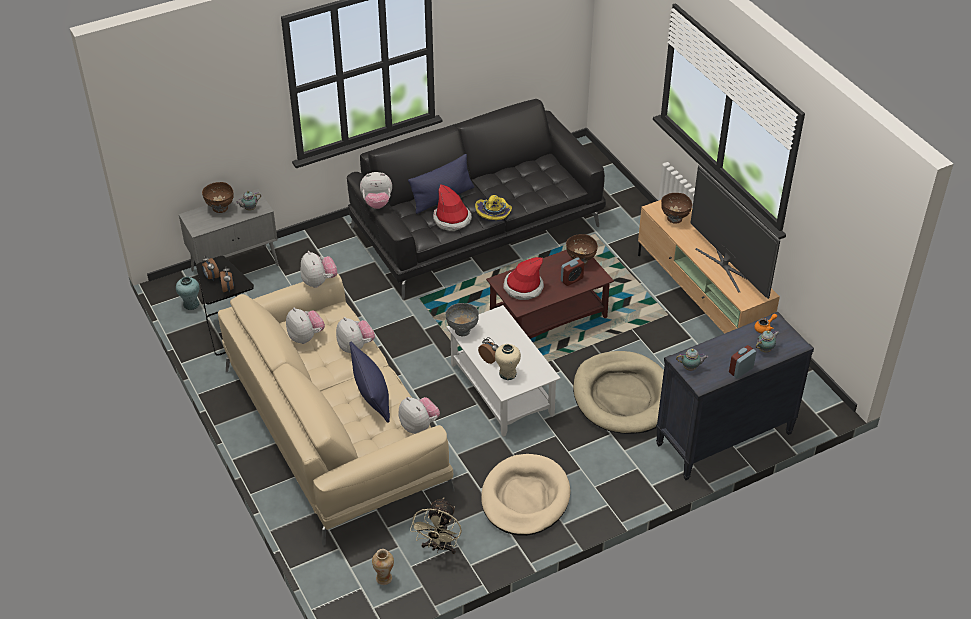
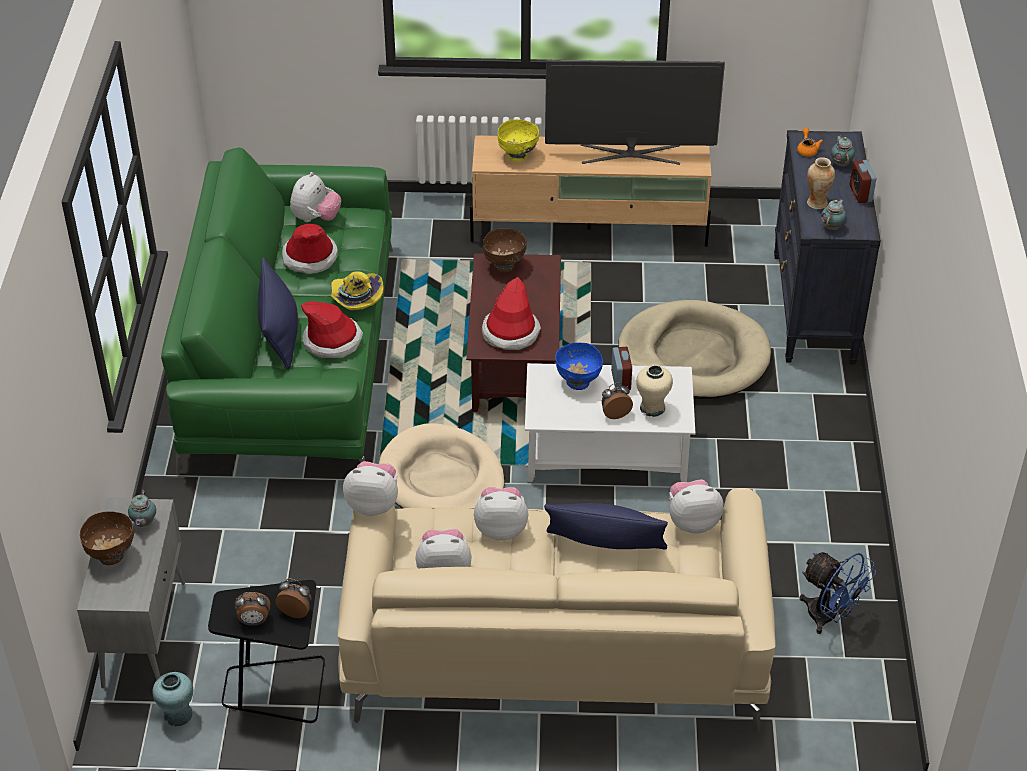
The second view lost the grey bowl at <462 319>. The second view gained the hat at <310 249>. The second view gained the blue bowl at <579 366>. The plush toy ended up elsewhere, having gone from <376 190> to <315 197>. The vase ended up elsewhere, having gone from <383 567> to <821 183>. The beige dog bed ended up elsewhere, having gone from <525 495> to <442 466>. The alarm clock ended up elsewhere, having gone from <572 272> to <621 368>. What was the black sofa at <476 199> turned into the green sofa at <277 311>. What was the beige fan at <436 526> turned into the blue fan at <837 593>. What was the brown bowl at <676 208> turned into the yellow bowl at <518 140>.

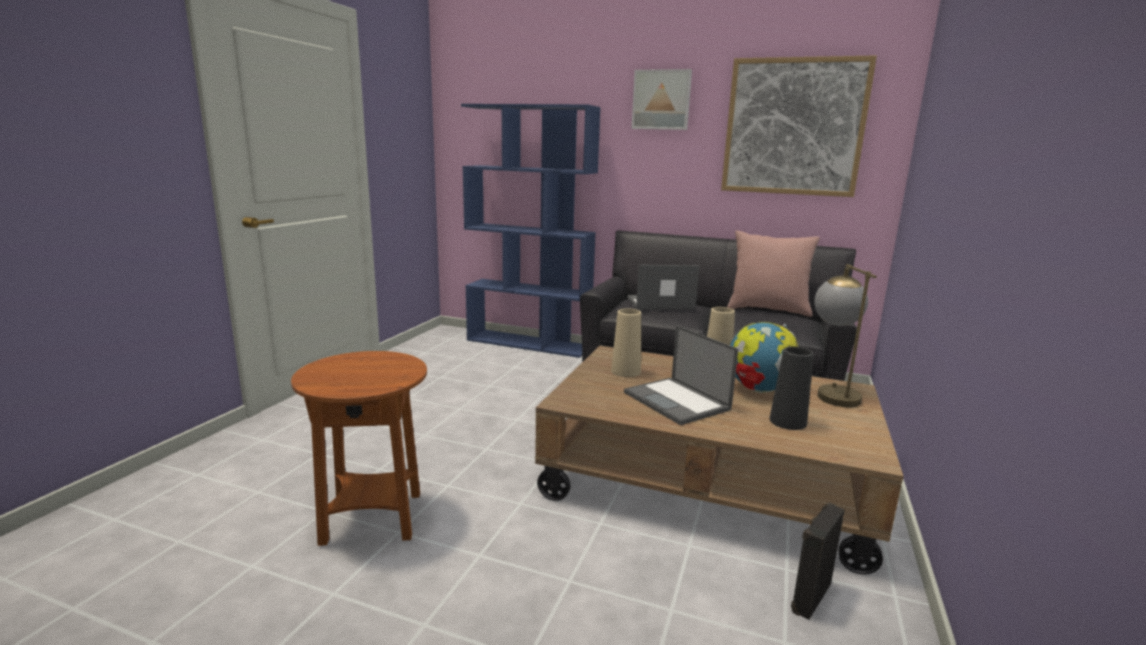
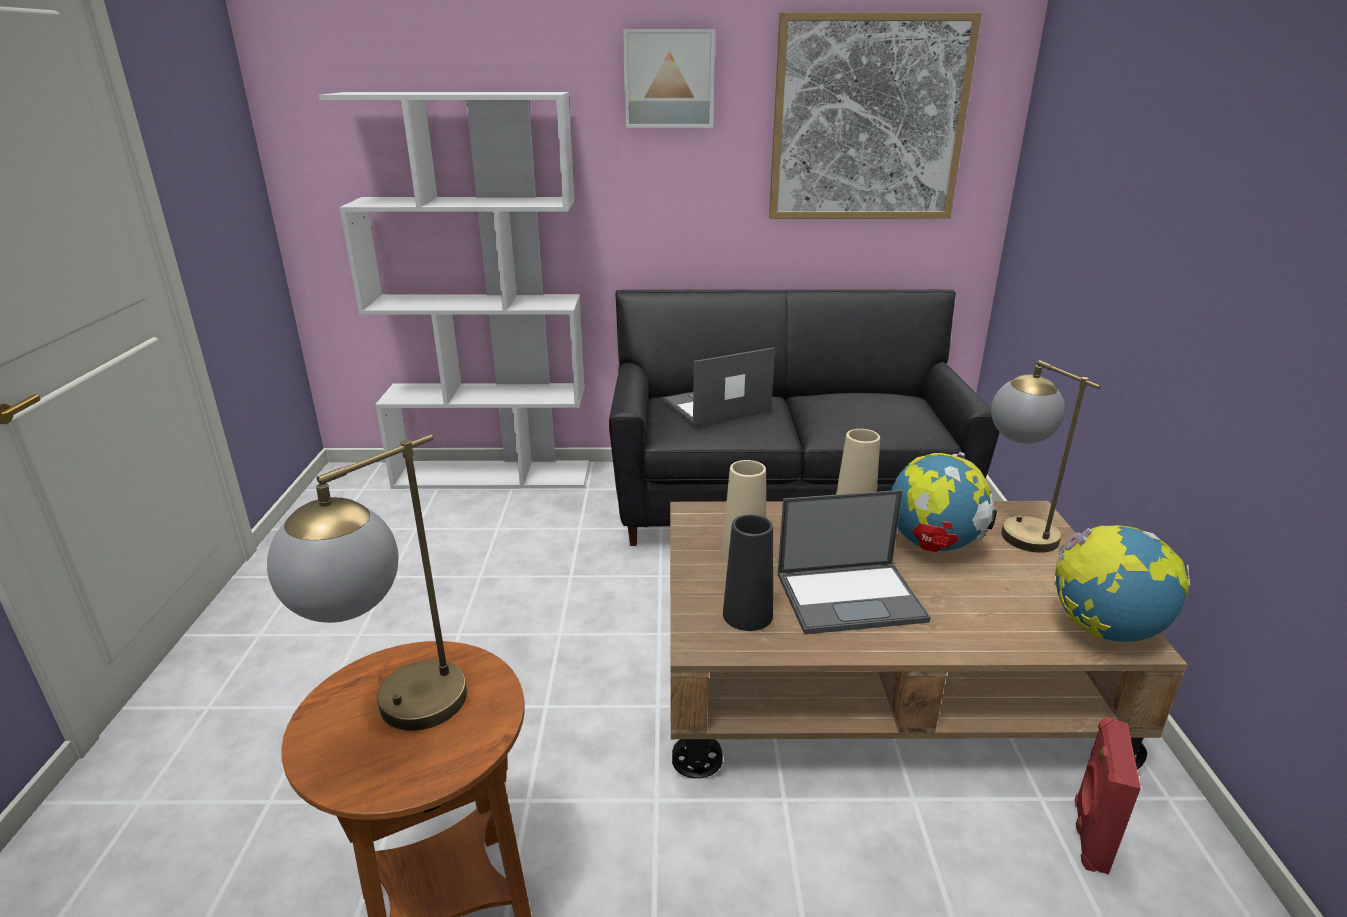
The second view lost the pink pillow at <773 274>. The second view gained the table lamp at <367 582>. The second view gained the globe at <1122 583>. The black vase ended up elsewhere, having gone from <792 388> to <748 572>. What was the blue bookcase at <531 231> turned into the white bookcase at <454 290>. What was the black speaker at <818 561> turned into the red speaker at <1108 795>. The laptop at <681 375> ended up facing another way, 45 degrees counterclockwise from before.

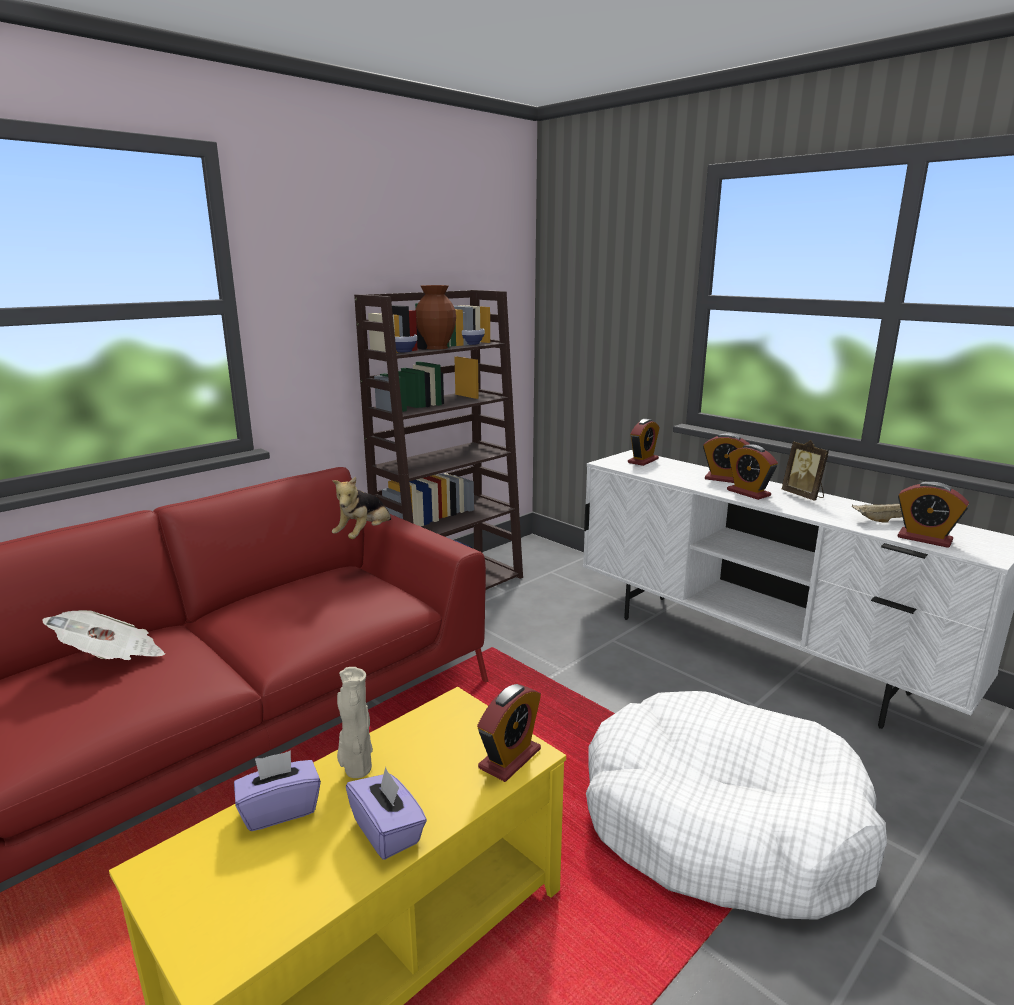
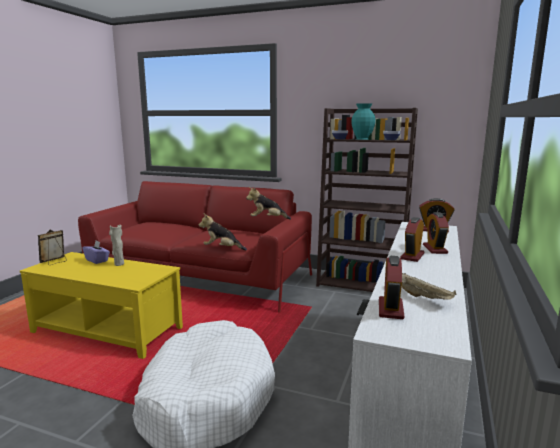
The second view lost the newspaper at <104 635>. The second view lost the purple tissue box at <386 813>. The second view lost the alarm clock at <509 733>. The second view gained the plush toy at <223 231>. The picture frame ended up elsewhere, having gone from <805 470> to <52 247>. What was the brown vase at <435 317> turned into the turquoise vase at <363 121>.

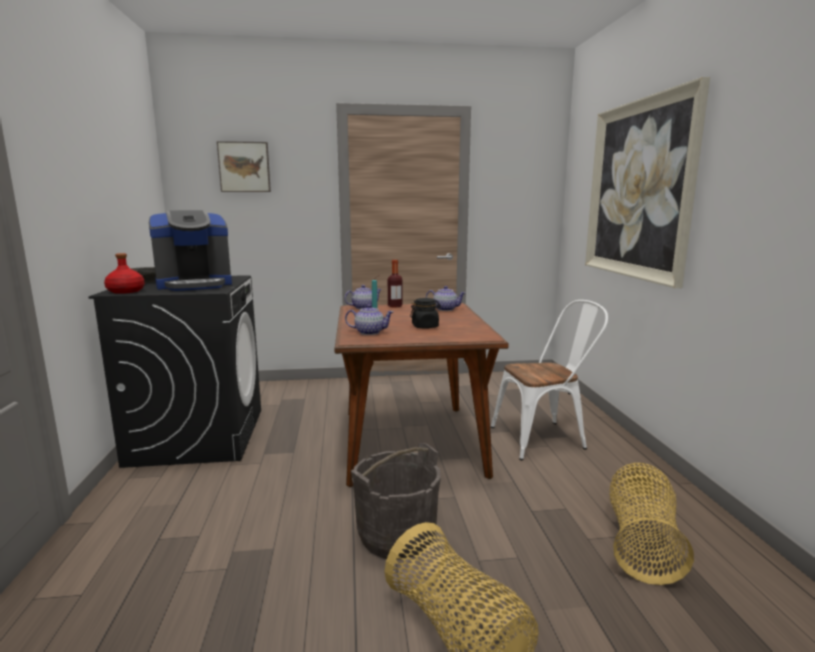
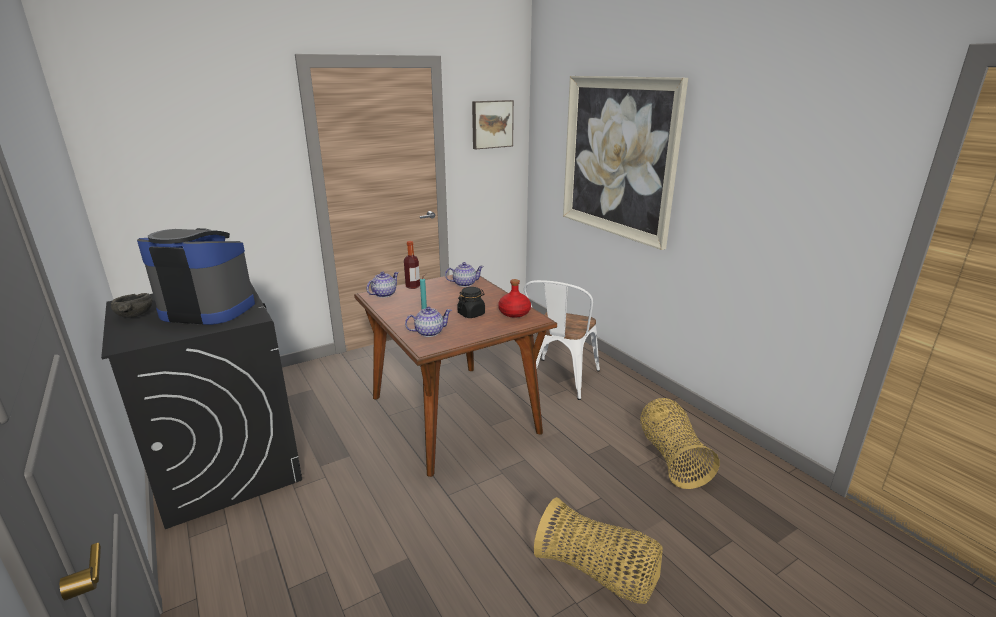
The second view lost the grey bucket at <395 501>. The red bottle ended up elsewhere, having gone from <124 273> to <514 298>. The picture ended up elsewhere, having gone from <244 166> to <493 124>. The coffee machine at <190 250> ended up facing another way, 120 degrees counterclockwise from before. The white chair at <549 380> ended up facing another way, 150 degrees clockwise from before.

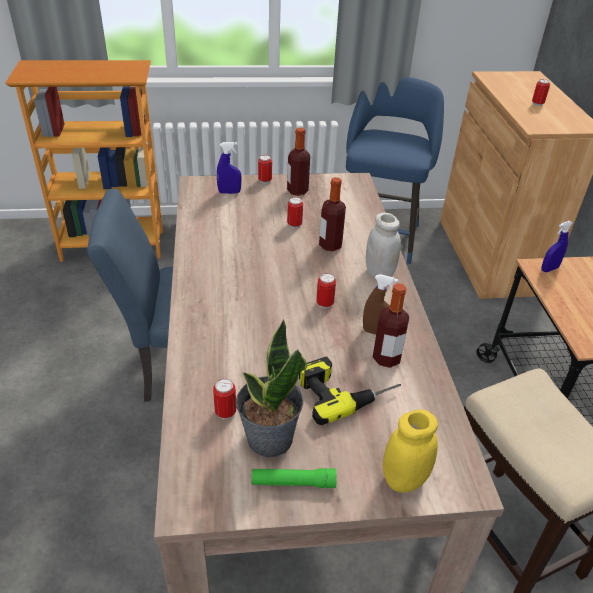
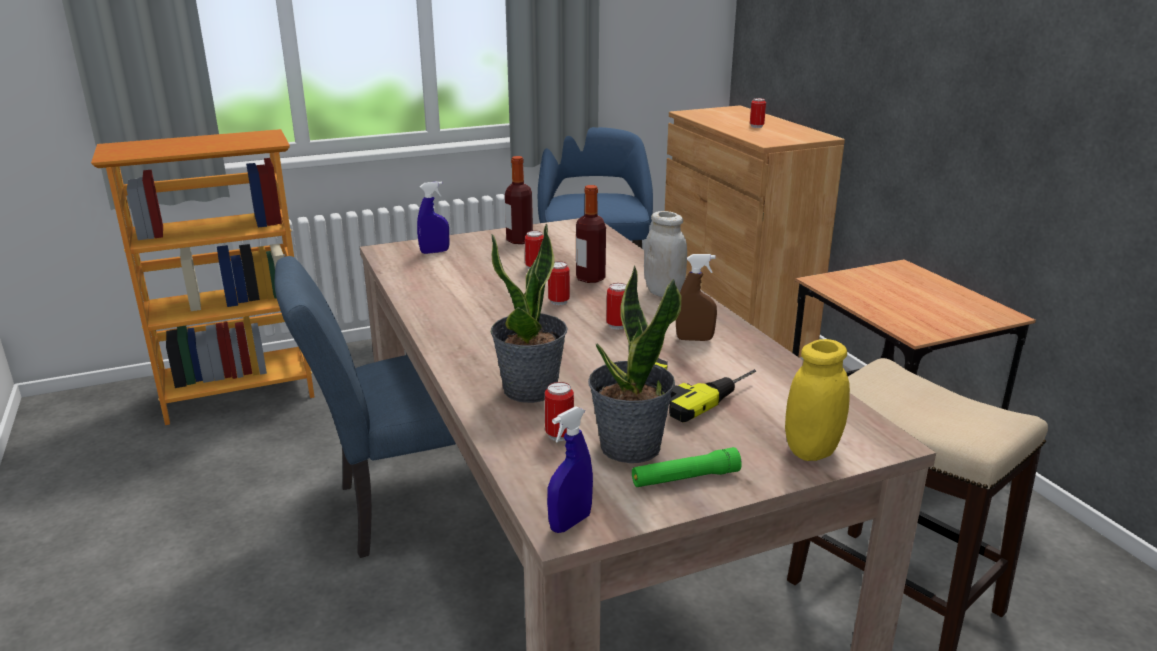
The second view lost the bottle at <391 325>. The second view gained the potted plant at <529 313>. The can ended up elsewhere, having gone from <265 169> to <559 283>. The blue spray bottle ended up elsewhere, having gone from <557 246> to <570 469>.

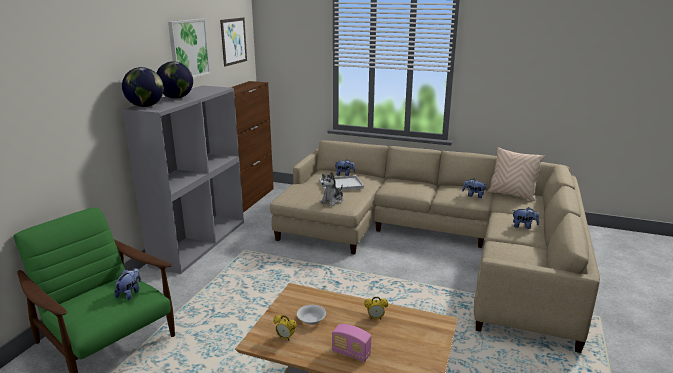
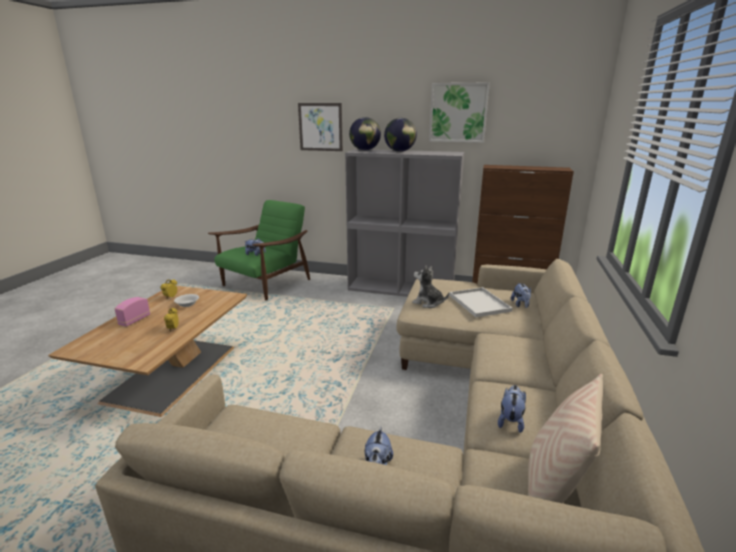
The picture ended up elsewhere, having gone from <233 42> to <320 127>.

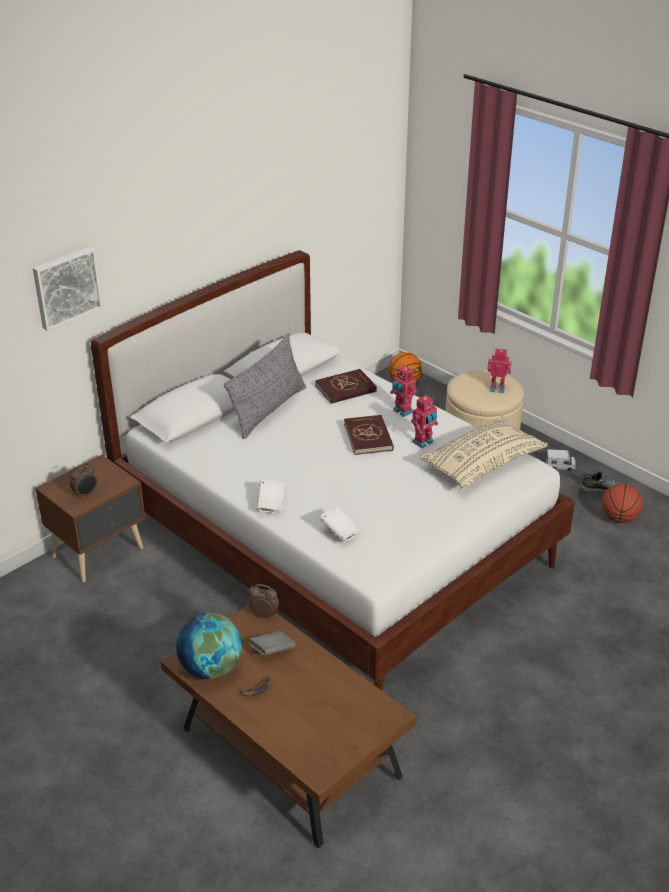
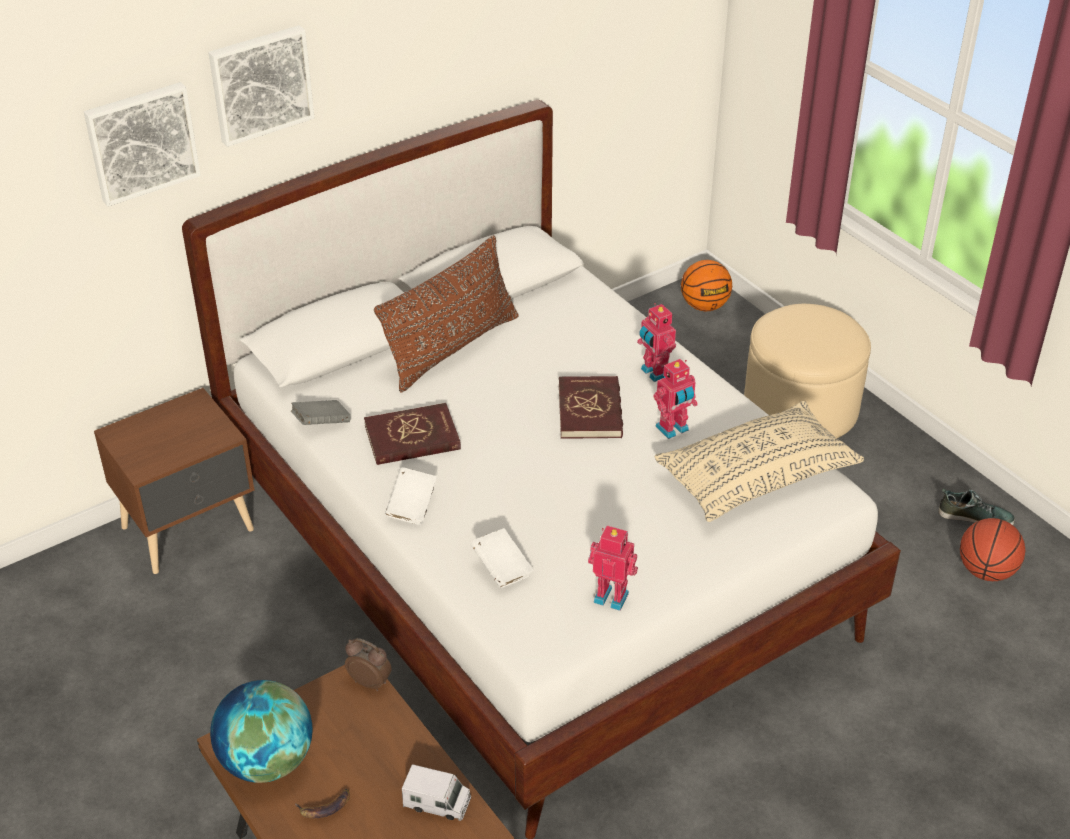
The second view lost the alarm clock at <83 481>. The second view gained the picture at <261 86>. The grey book ended up elsewhere, having gone from <272 643> to <321 412>. The red book ended up elsewhere, having gone from <346 386> to <412 434>. The toy robot ended up elsewhere, having gone from <499 370> to <613 568>. The toy truck ended up elsewhere, having gone from <561 460> to <436 792>. What was the grey pillow at <265 387> turned into the brown pillow at <446 314>.

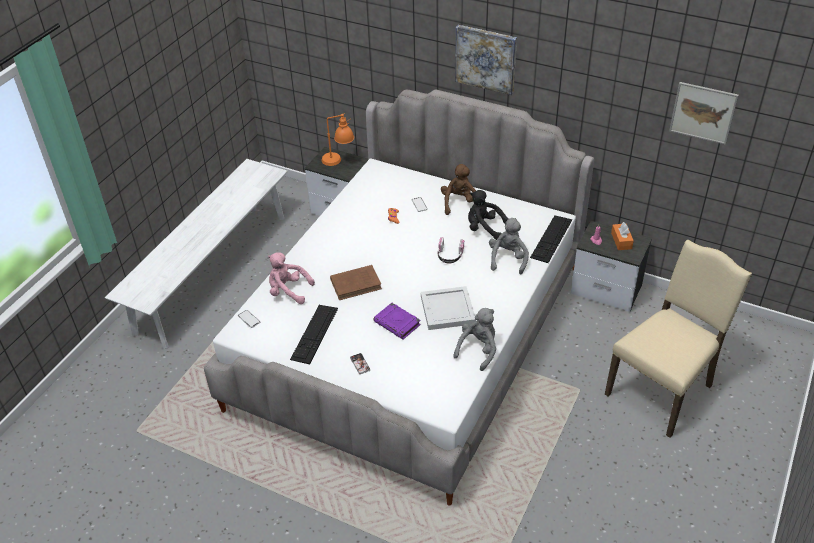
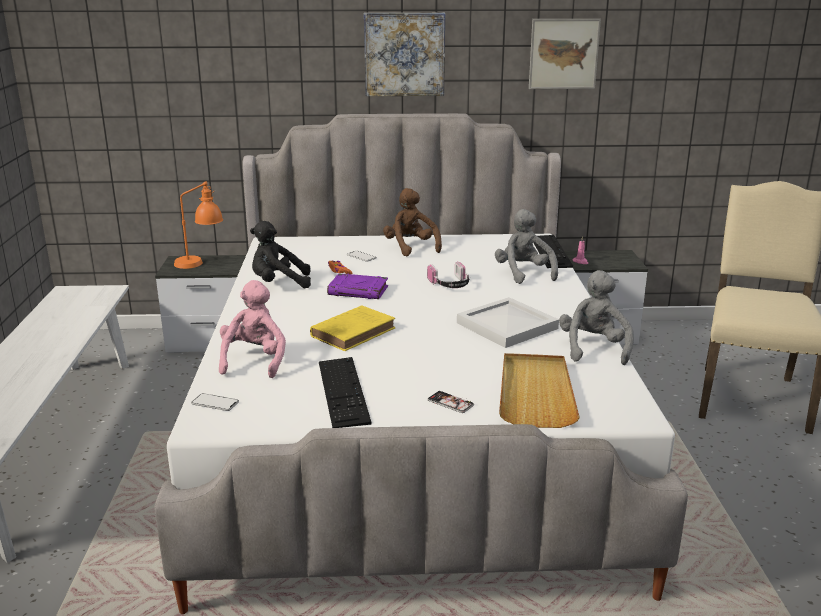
The second view lost the orange tissue box at <622 236>. The second view gained the beige tray at <539 390>. The purple book ended up elsewhere, having gone from <397 321> to <357 286>. The black plush toy ended up elsewhere, having gone from <488 215> to <280 254>. The picture ended up elsewhere, having gone from <704 113> to <565 54>. What was the brown book at <356 282> turned into the yellow book at <352 328>. The pink plush toy at <291 278> ended up facing another way, 105 degrees clockwise from before.

